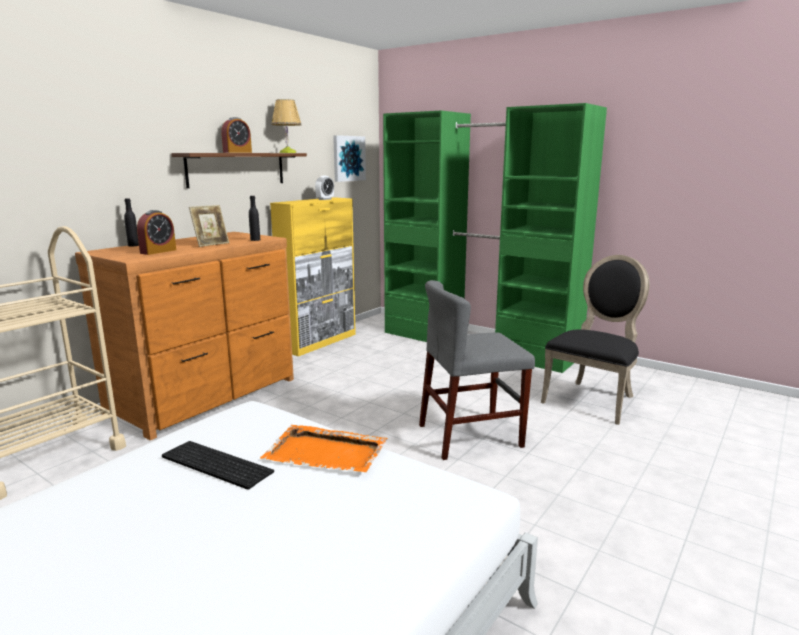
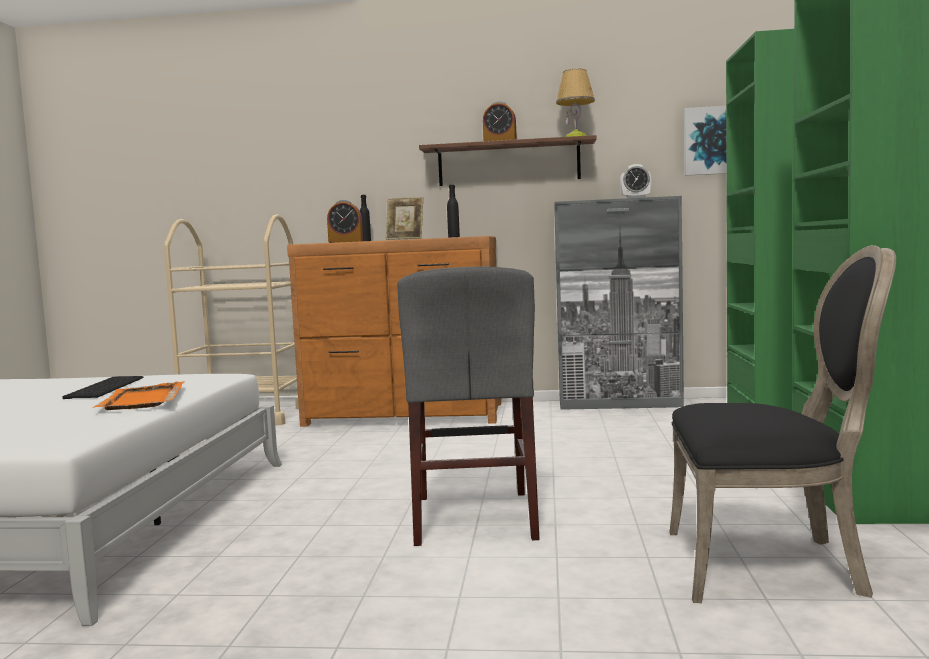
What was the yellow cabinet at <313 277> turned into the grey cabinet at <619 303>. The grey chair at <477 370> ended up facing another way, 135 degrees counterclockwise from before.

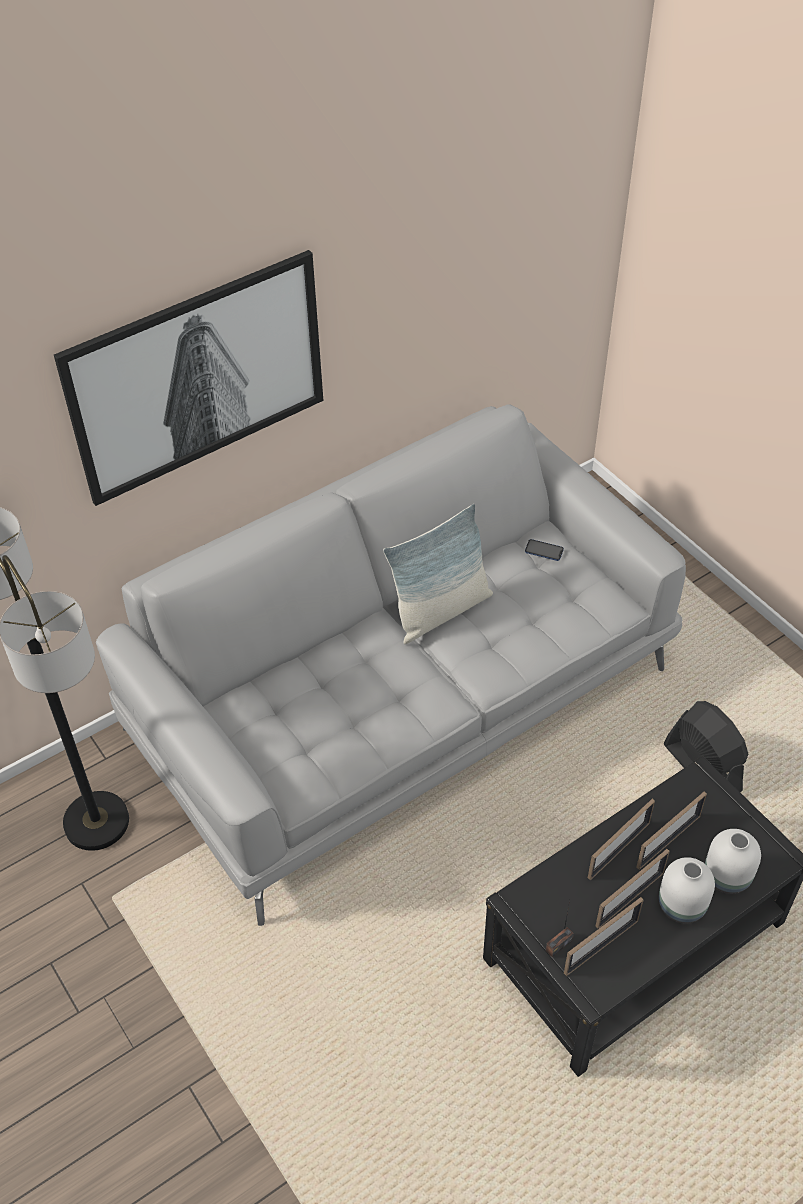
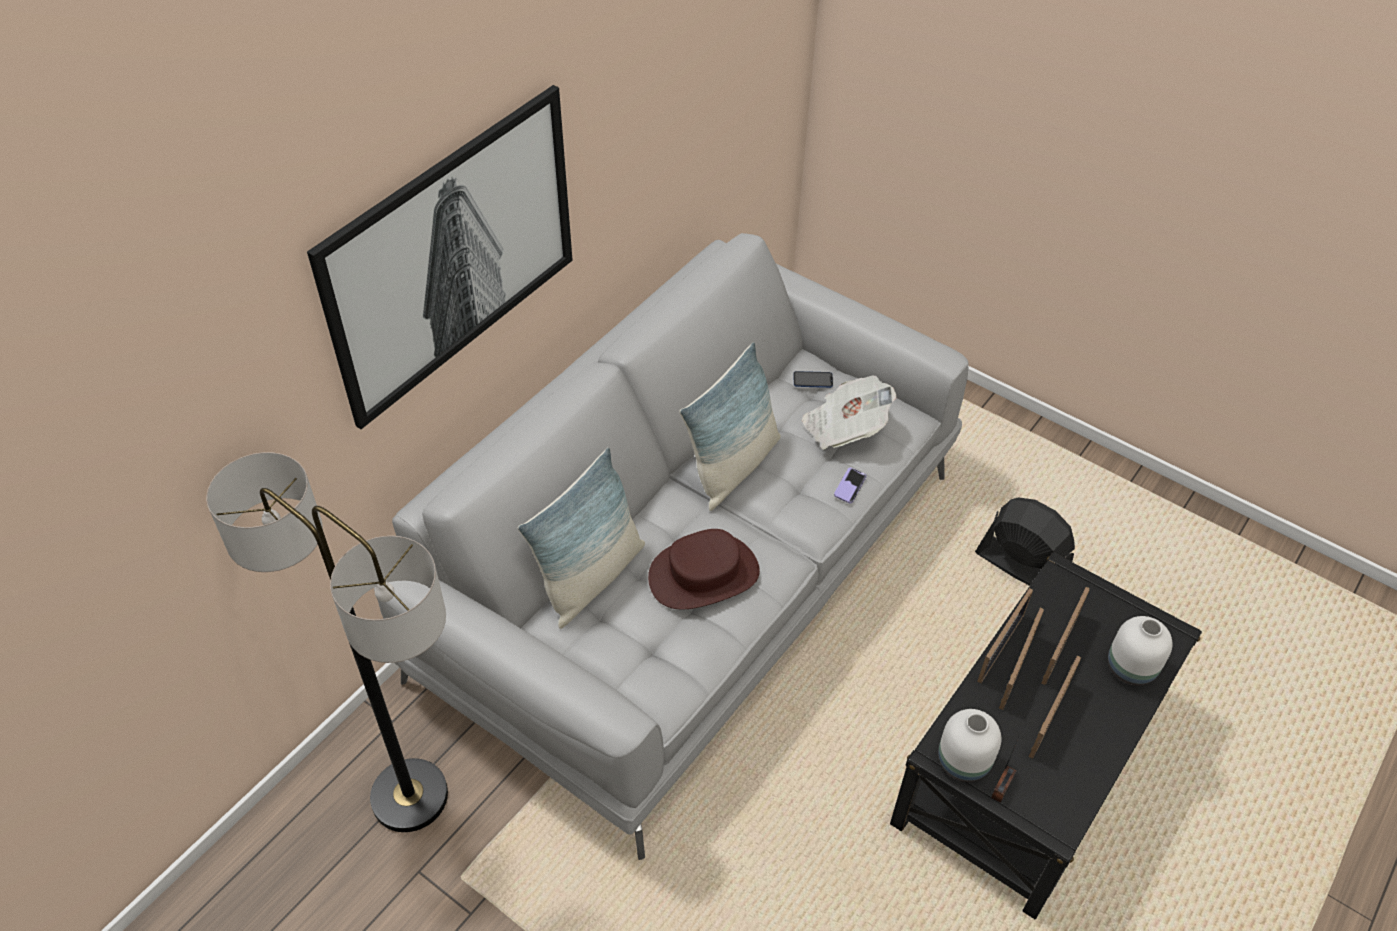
The second view gained the pillow at <581 538>. The second view gained the brown hat at <704 569>. The second view gained the newspaper at <849 412>. The second view gained the phone at <850 485>. The picture frame ended up elsewhere, having gone from <604 936> to <1005 635>. The white vase ended up elsewhere, having gone from <687 890> to <969 745>.

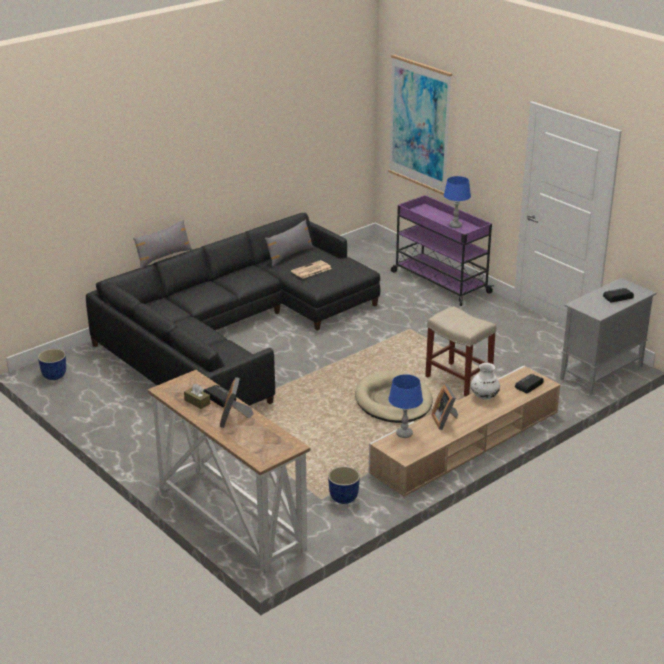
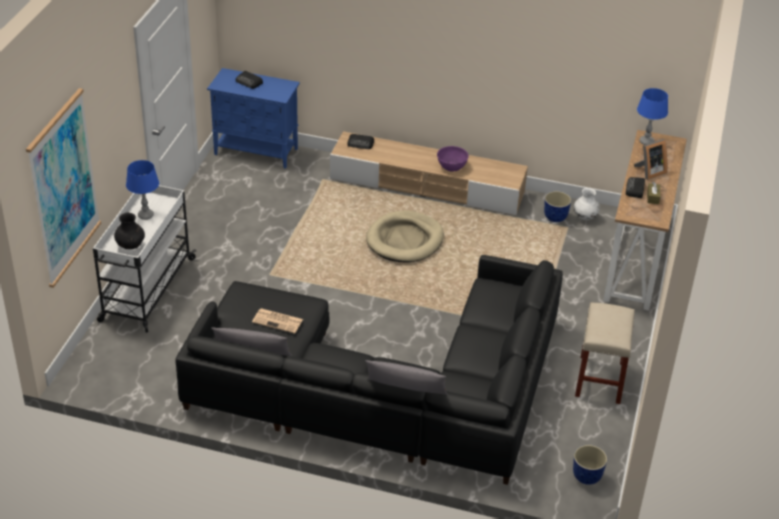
The second view gained the black vase at <129 231>. The blue table lamp ended up elsewhere, having gone from <405 406> to <652 116>. The beige stool ended up elsewhere, having gone from <460 351> to <605 353>. The white vase ended up elsewhere, having gone from <485 381> to <587 204>. Where the picture frame stood at <444 407>, the purple bowl came to stand at <453 159>. What was the purple cart at <442 250> turned into the white cart at <144 259>. What was the grey cabinet at <608 336> turned into the blue cabinet at <253 118>.

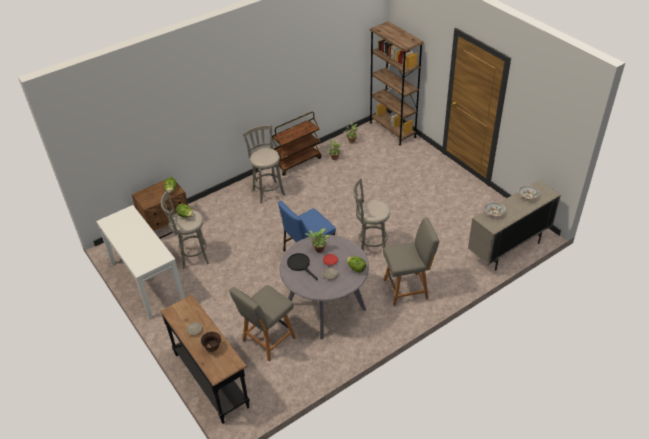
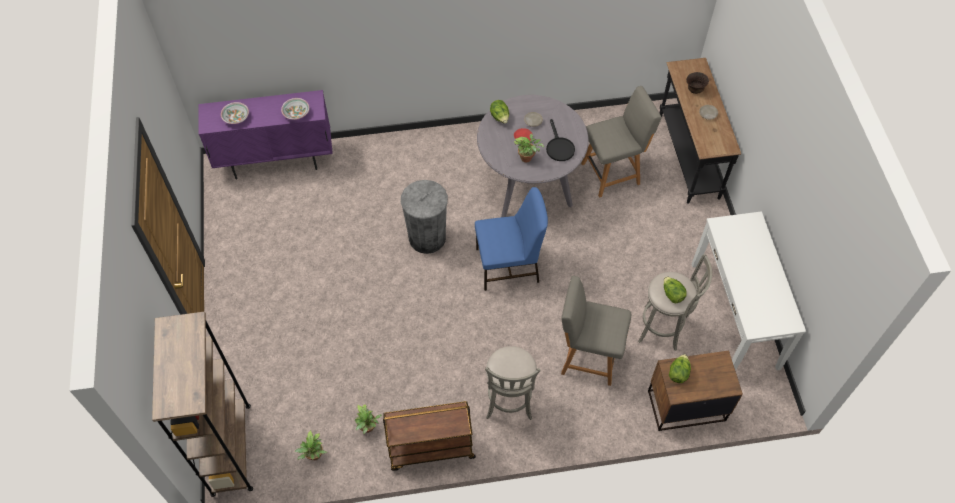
The grey chair ended up elsewhere, having gone from <411 261> to <596 331>. Where the grey stool stood at <371 214>, the grey trash can came to stand at <424 217>. What was the beige cabinet at <514 225> turned into the purple cabinet at <266 135>.

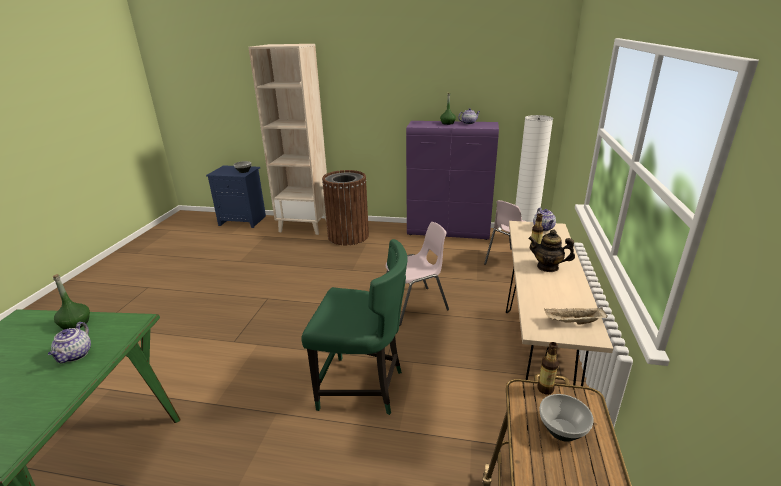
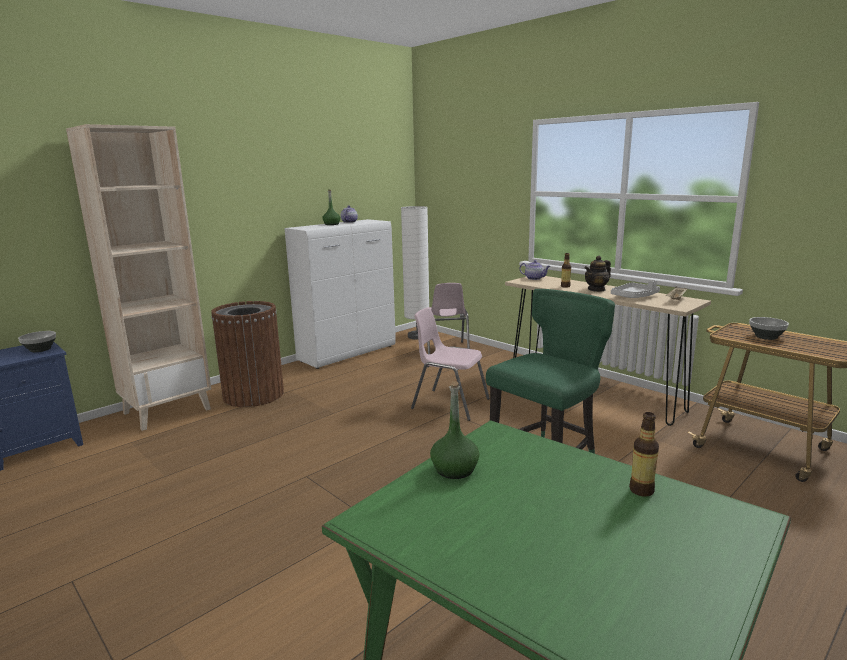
The second view lost the teapot at <69 342>. The second view gained the grey tray at <635 289>. The bottle ended up elsewhere, having gone from <548 368> to <644 454>. What was the purple cabinet at <452 180> turned into the white cabinet at <340 294>. The pink chair at <417 274> ended up facing another way, 75 degrees counterclockwise from before.

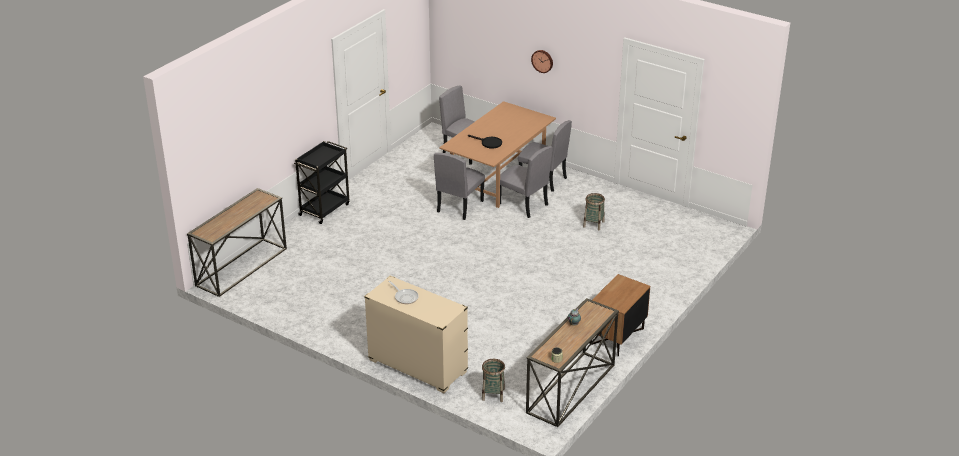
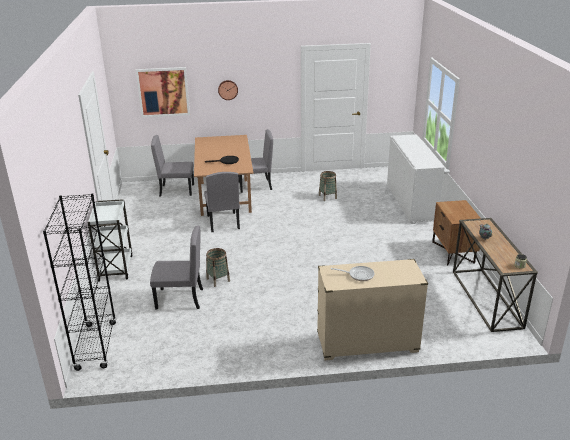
The second view gained the picture at <163 92>. The second view gained the white cabinet at <416 179>. The basket ended up elsewhere, having gone from <493 380> to <218 267>. The grey chair ended up elsewhere, having gone from <526 182> to <176 267>. Where the console table stood at <237 242>, the black bookcase came to stand at <79 282>. What was the black cart at <321 182> turned into the white cart at <110 240>.

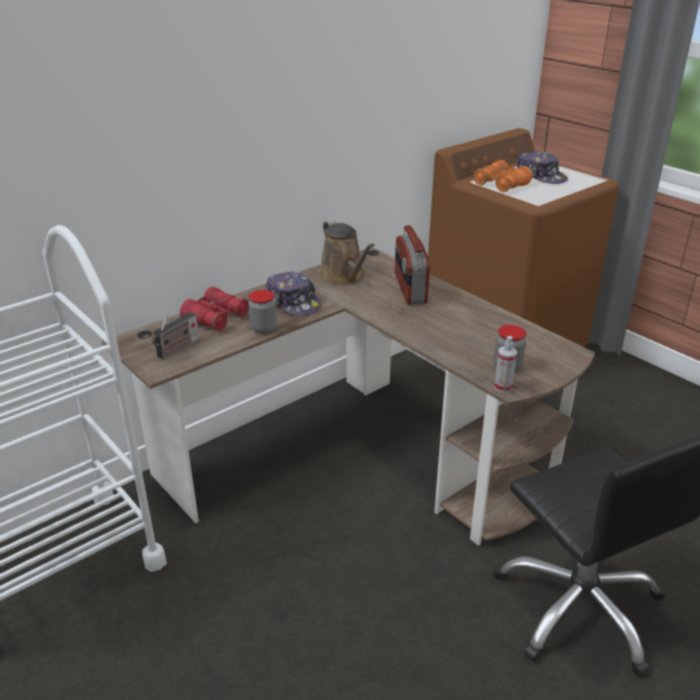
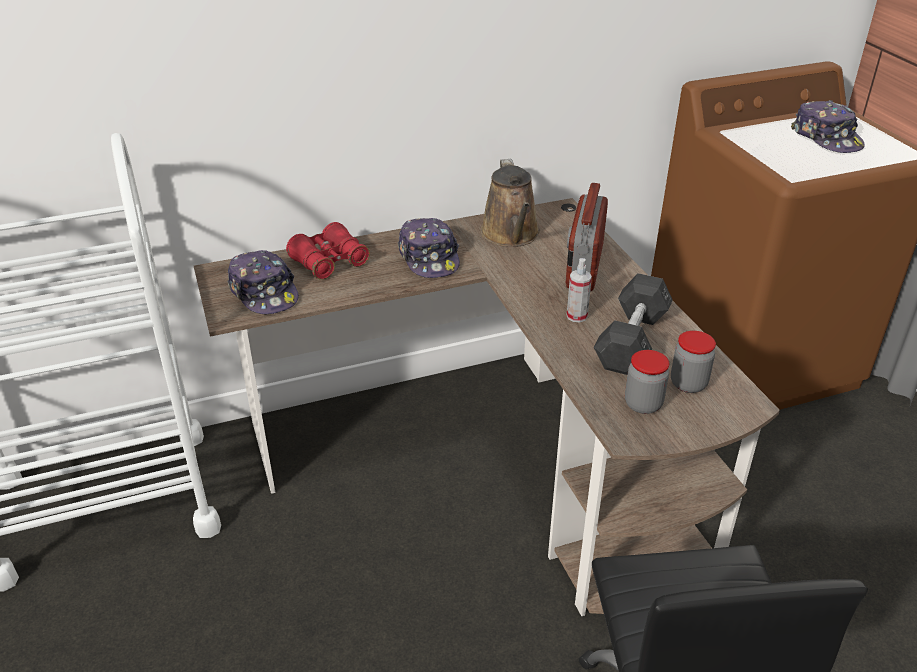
The second view lost the orange binoculars at <502 176>. The second view gained the grey dumbbell at <633 324>. The jar ended up elsewhere, having gone from <262 312> to <693 362>. The spray bottle ended up elsewhere, having gone from <505 364> to <579 290>. Where the radio stood at <175 335>, the cap came to stand at <263 282>.

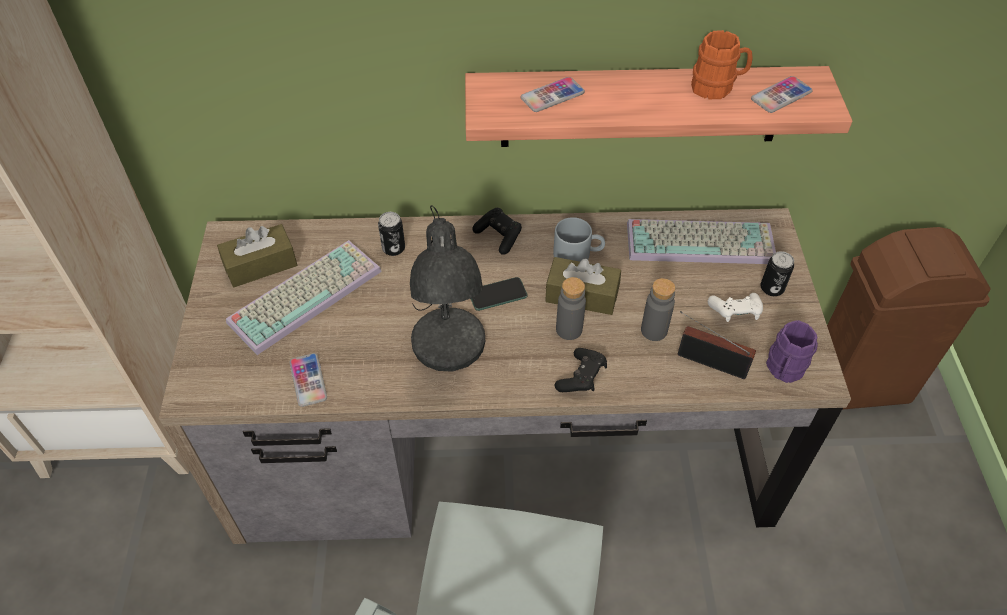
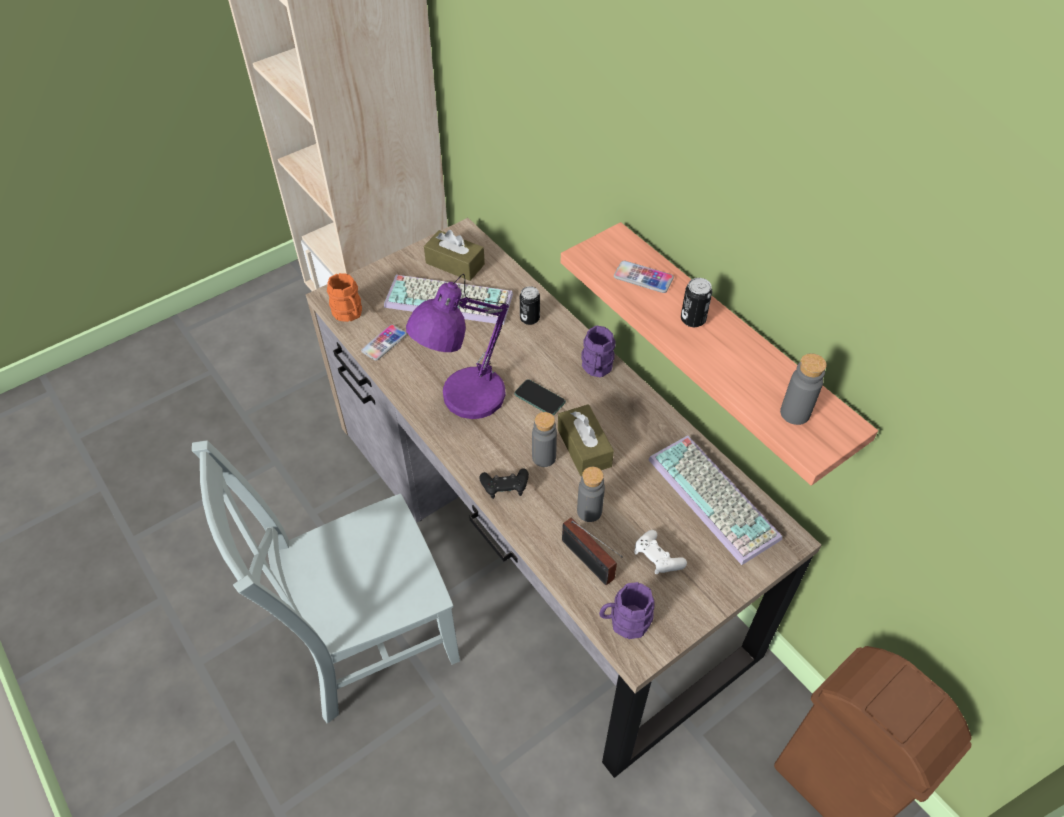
The second view lost the grey mug at <579 239>. The orange mug ended up elsewhere, having gone from <722 64> to <344 297>. The can ended up elsewhere, having gone from <777 273> to <696 302>. Where the black game controller stood at <497 231>, the purple mug came to stand at <598 351>. Where the phone stood at <782 94>, the grey bottle came to stand at <803 389>. What was the grey table lamp at <447 288> turned into the purple table lamp at <457 346>. The radio at <717 345> ended up facing another way, 150 degrees clockwise from before.

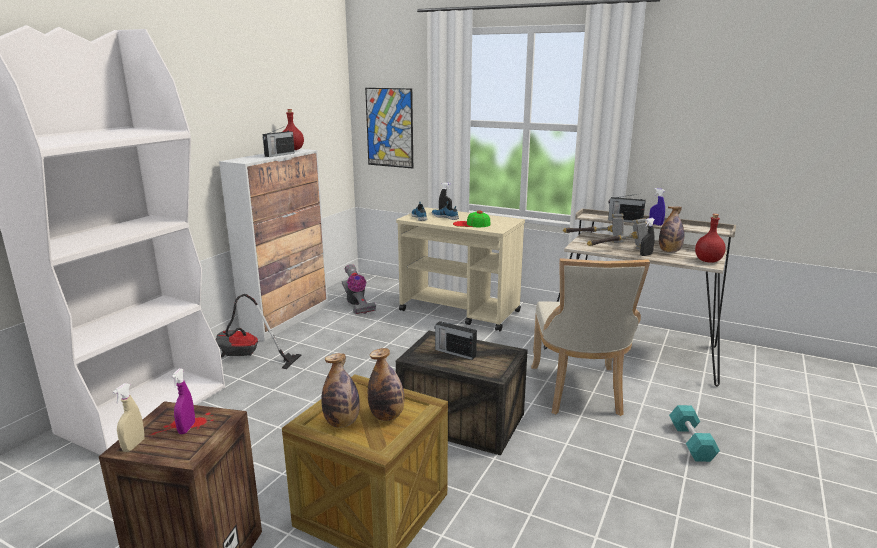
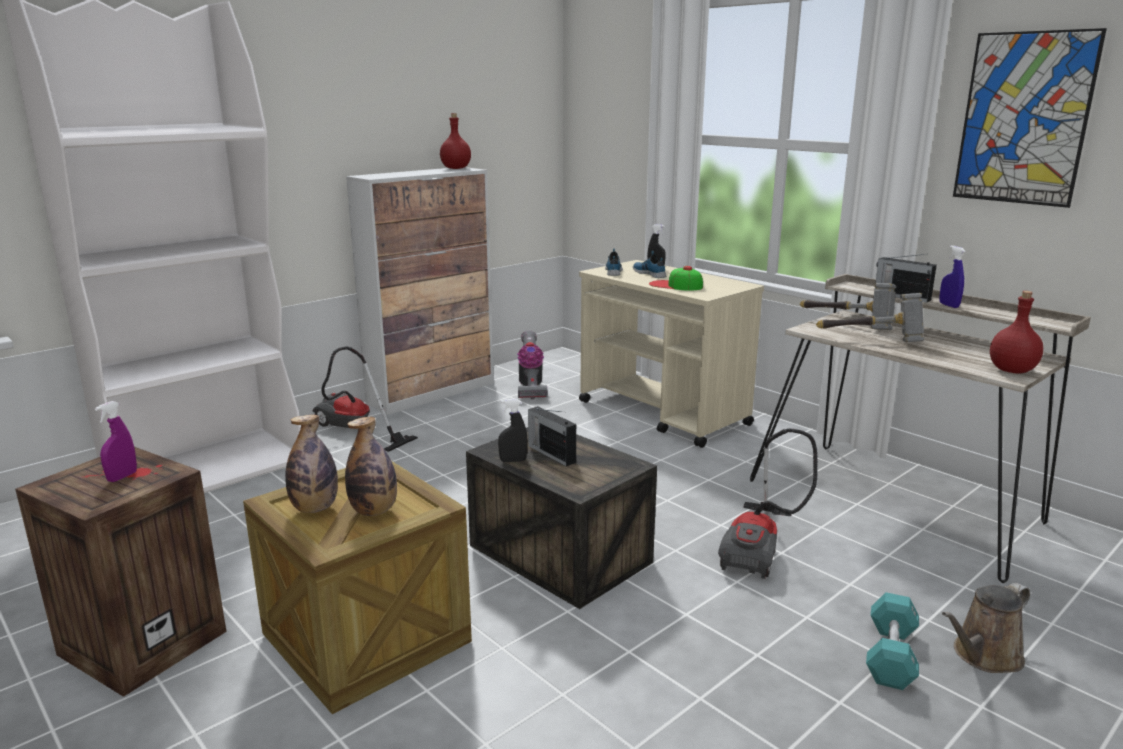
The second view lost the beige spray bottle at <128 417>. The second view lost the radio at <279 142>. The second view lost the bottle at <672 229>. The second view gained the brown watering can at <986 628>. The picture ended up elsewhere, having gone from <389 128> to <1030 118>. The black spray bottle ended up elsewhere, having gone from <647 237> to <513 430>. Where the beige chair stood at <590 337>, the vacuum cleaner came to stand at <768 504>.

